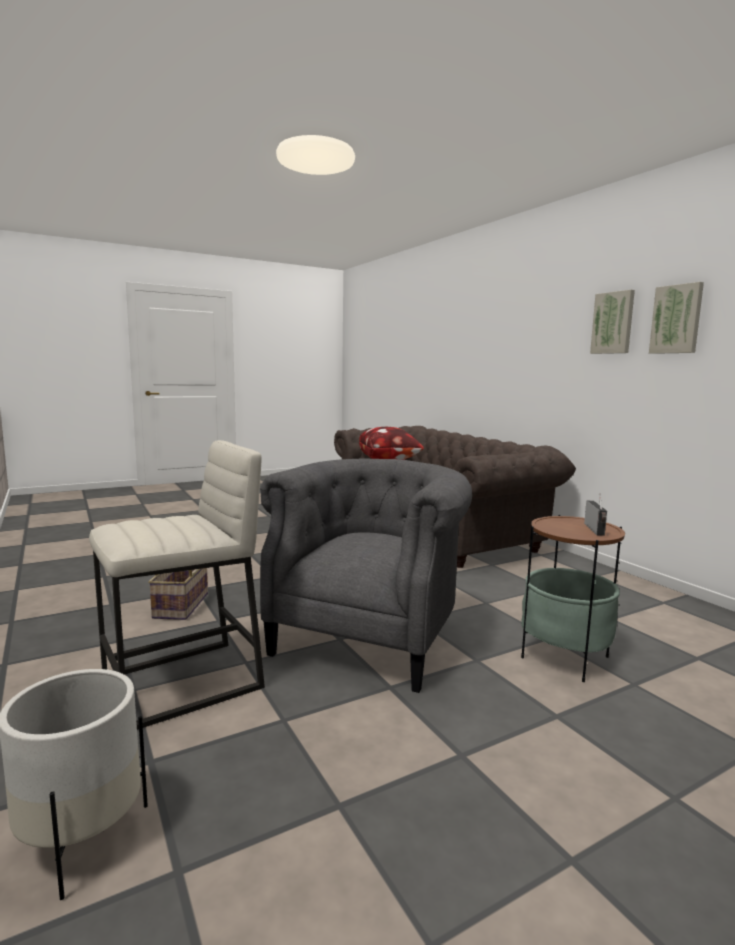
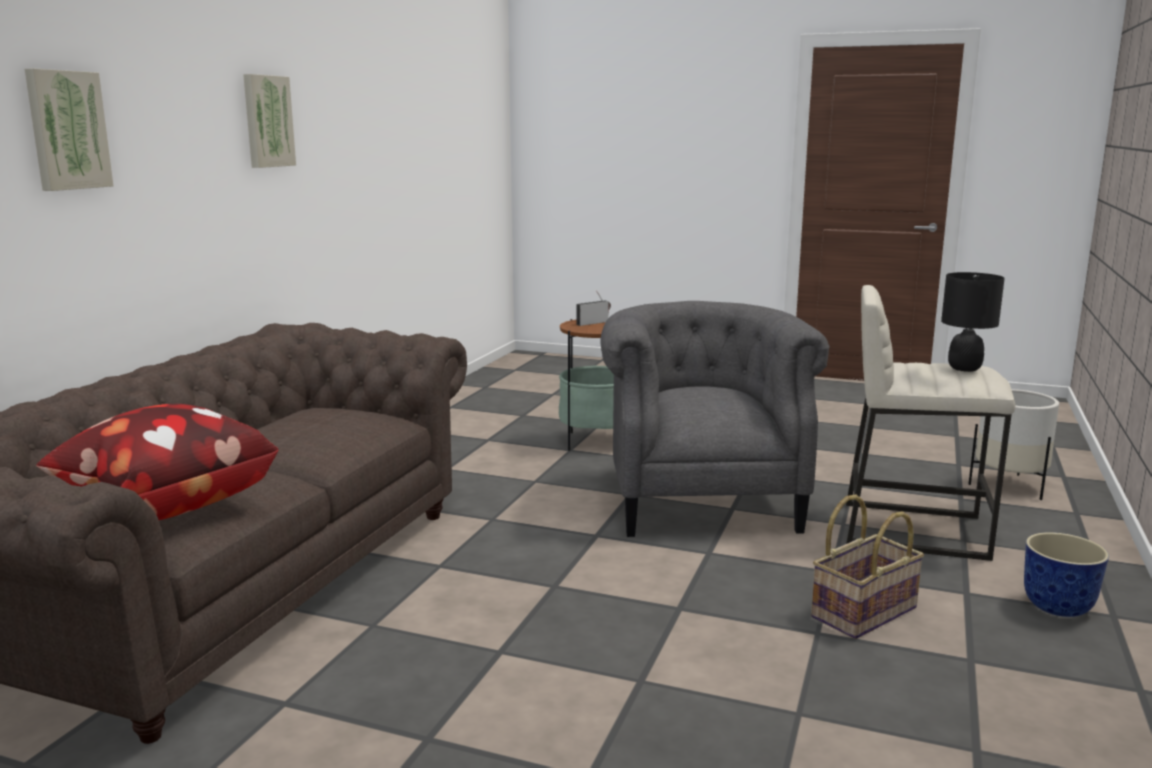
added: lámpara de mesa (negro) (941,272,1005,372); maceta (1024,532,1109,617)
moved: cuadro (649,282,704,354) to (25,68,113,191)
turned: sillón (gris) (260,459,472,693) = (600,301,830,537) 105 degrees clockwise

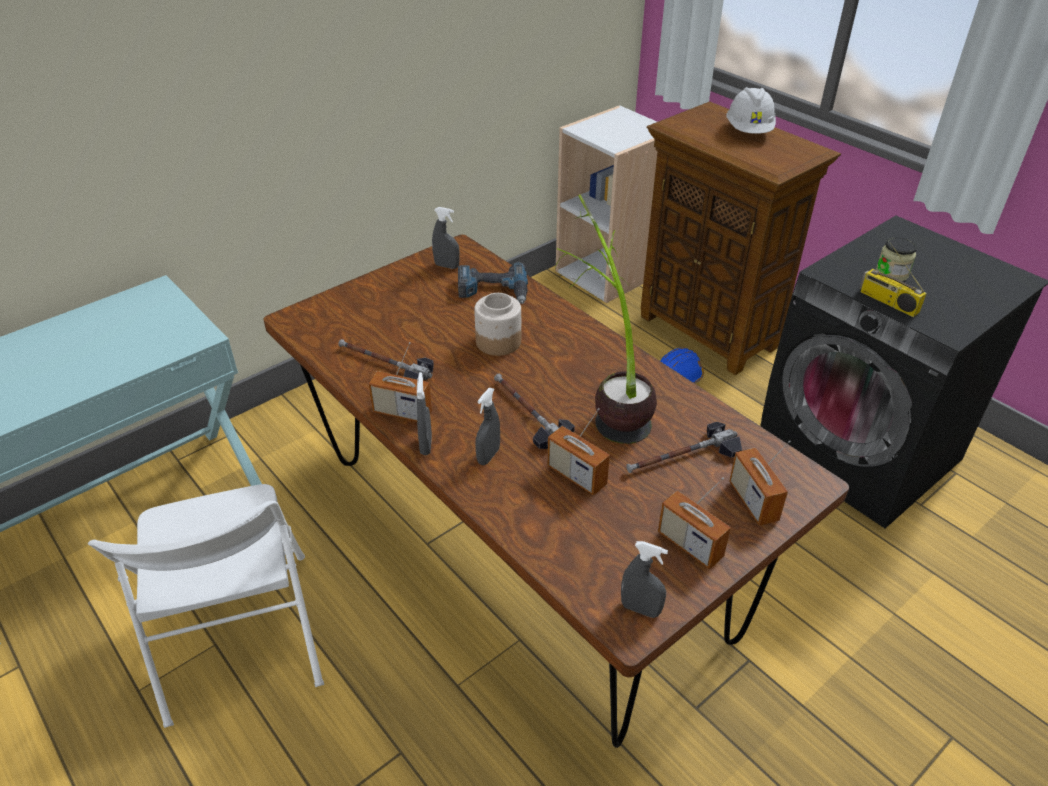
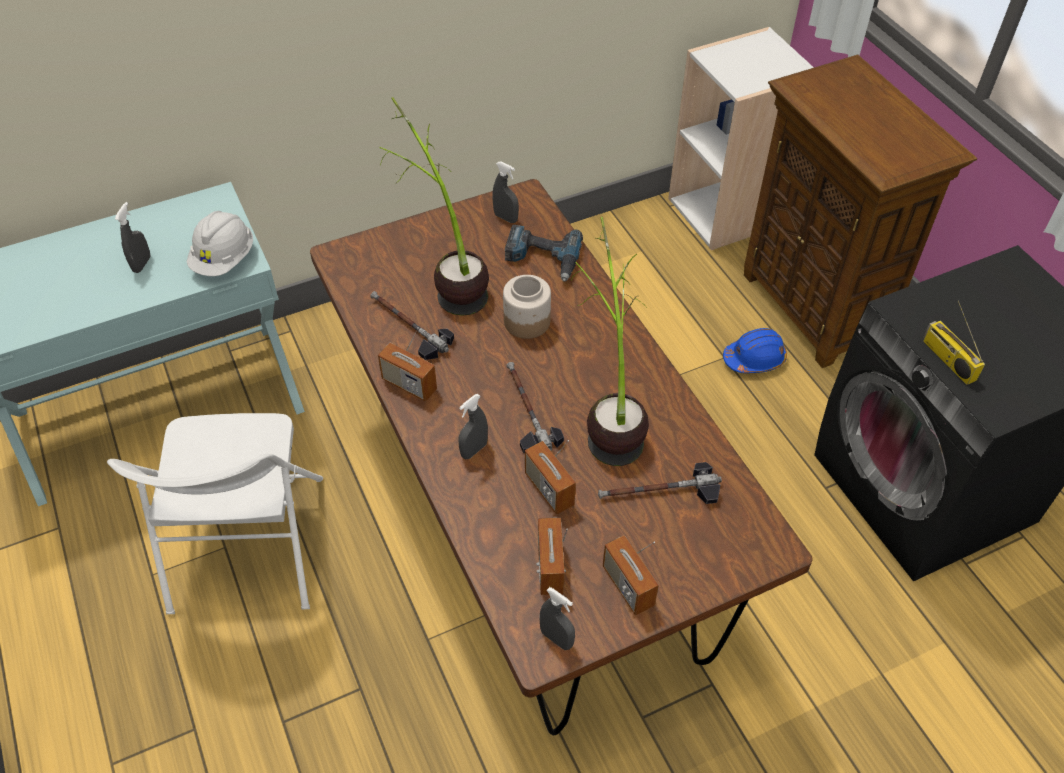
removed: tarro (876,237,917,281)
added: planta en maceta (379,97,489,316)
moved: pulverizador (gris) (417,372,432,455) to (115,202,151,273); casco (blanco) (727,87,776,134) to (187,211,253,276); radio (729,440,790,526) to (536,518,568,595)

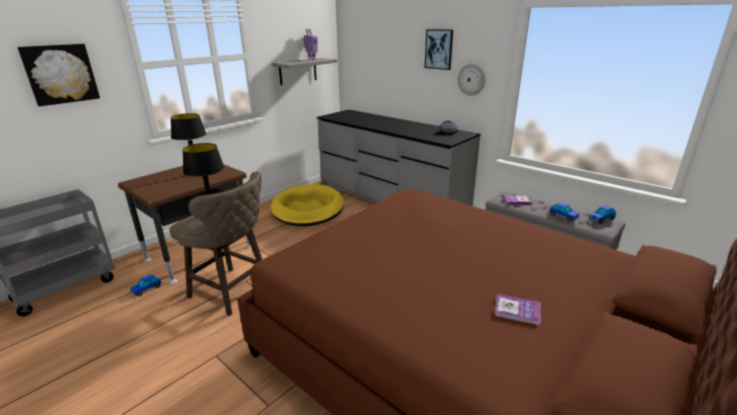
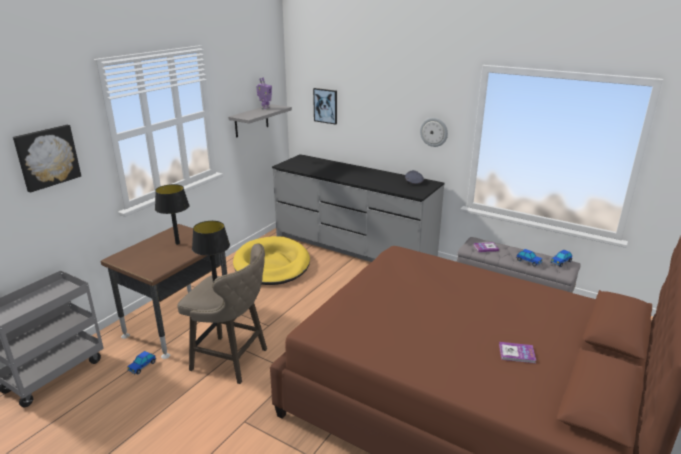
moved: cuadro (425,29,453,70) to (313,88,337,125)

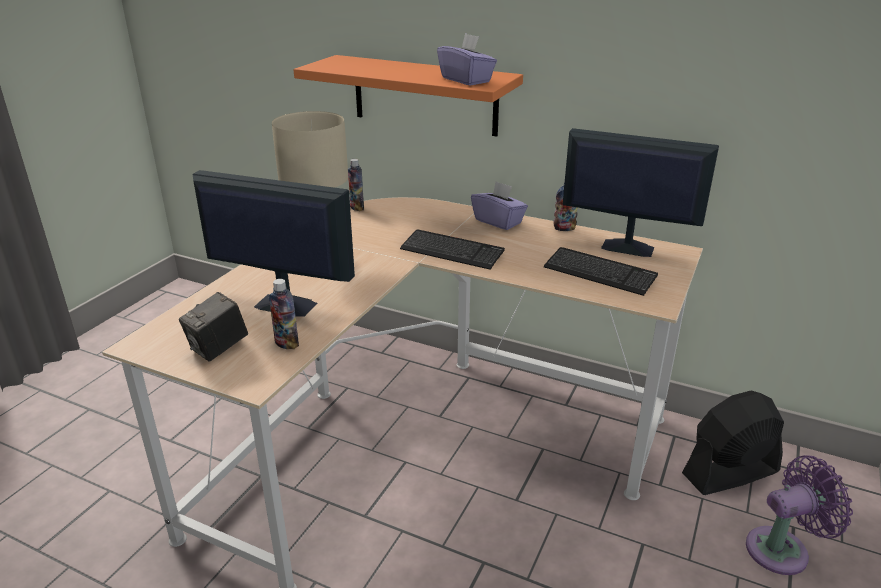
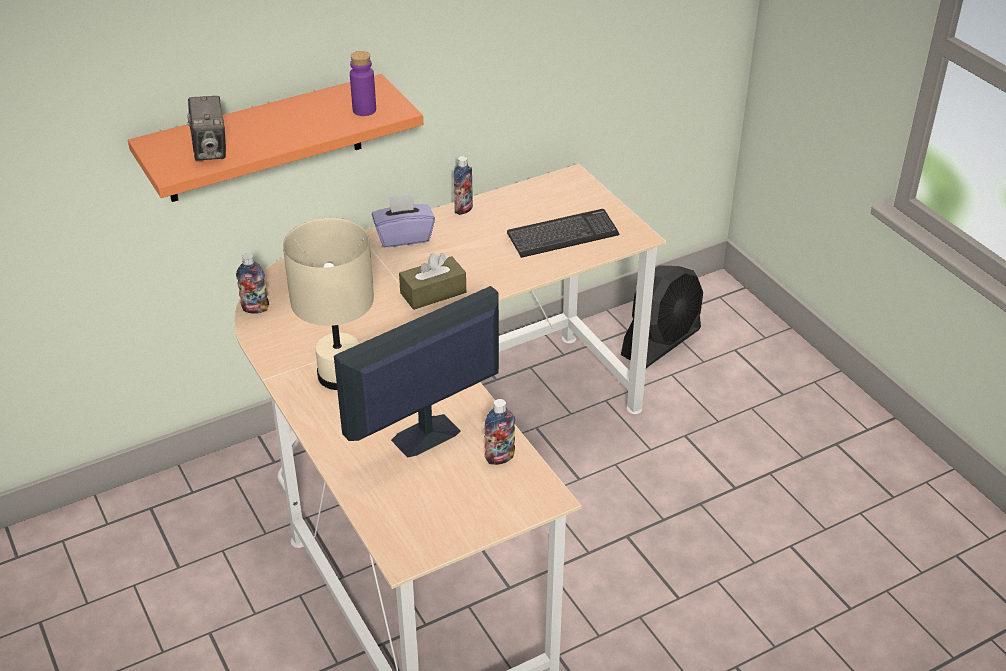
removed: monitor (563,128,719,257); ventilador (morado) (746,455,853,575)
moved: cámara (179,292,248,362) to (187,96,226,161)
replaced: teclado (400,230,505,270) to caja de pañuelos (marrón) (399,253,466,310); caja de pañuelos (morado) (437,33,497,86) to botella (morado) (350,51,376,116)
turned: ventilador (negro) (682,391,784,495) = (621,265,703,368) 150 degrees counterclockwise

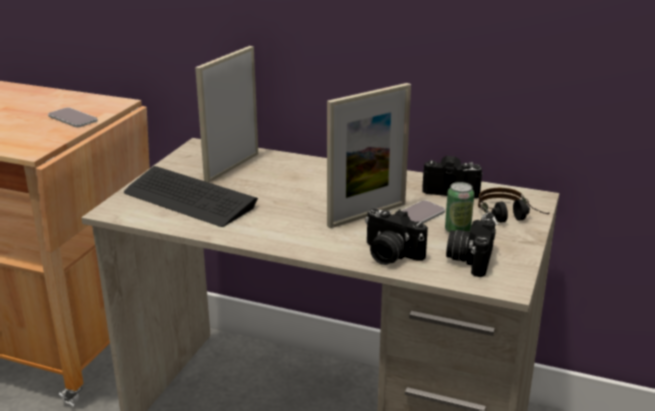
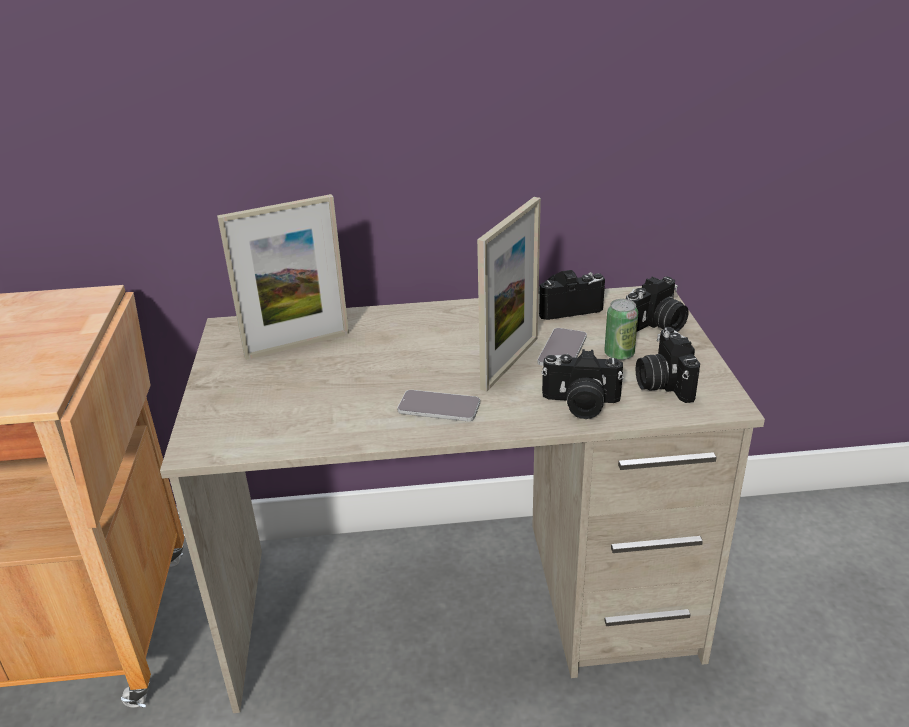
removed: teclado (124,166,258,227)
moved: móvil (48,107,98,127) to (397,390,480,421)
replaced: auriculares (478,188,550,223) to cámara (626,277,689,332)
turned: portarretratos (195,46,258,183) = (217,194,349,360) 120 degrees counterclockwise

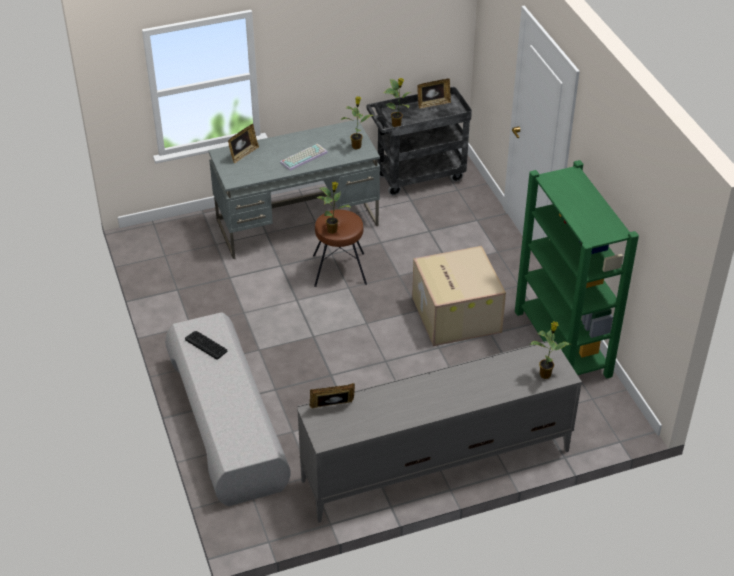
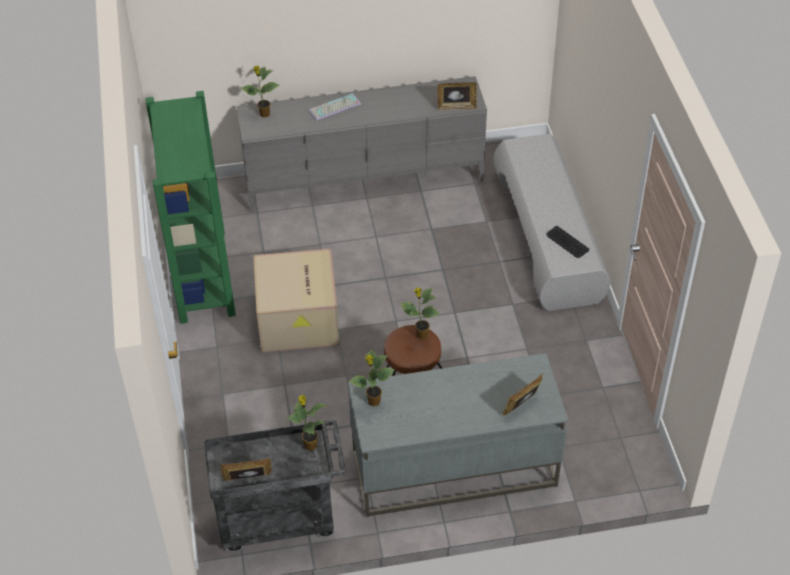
moved: teclado (280,144,328,171) to (309,93,361,121)

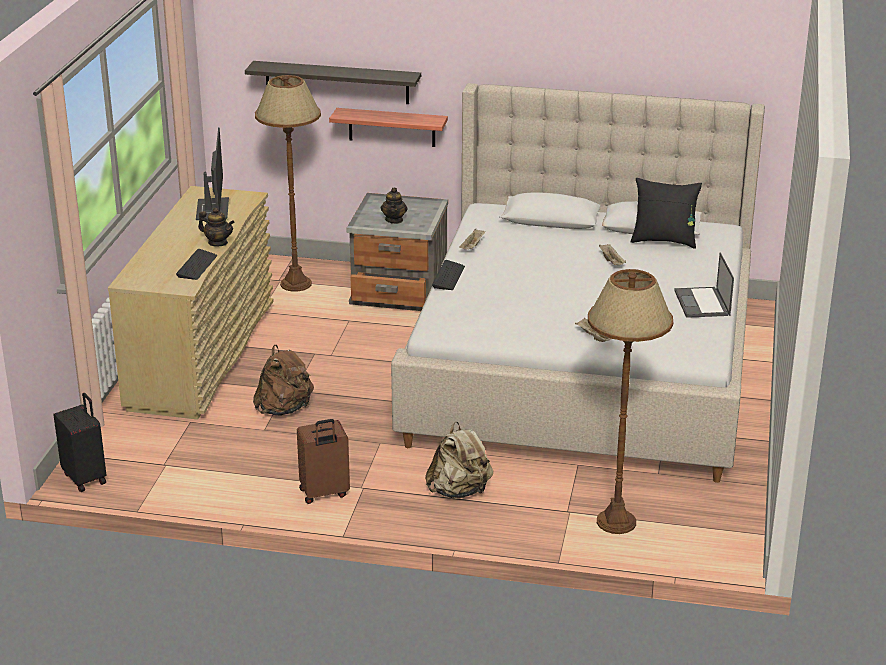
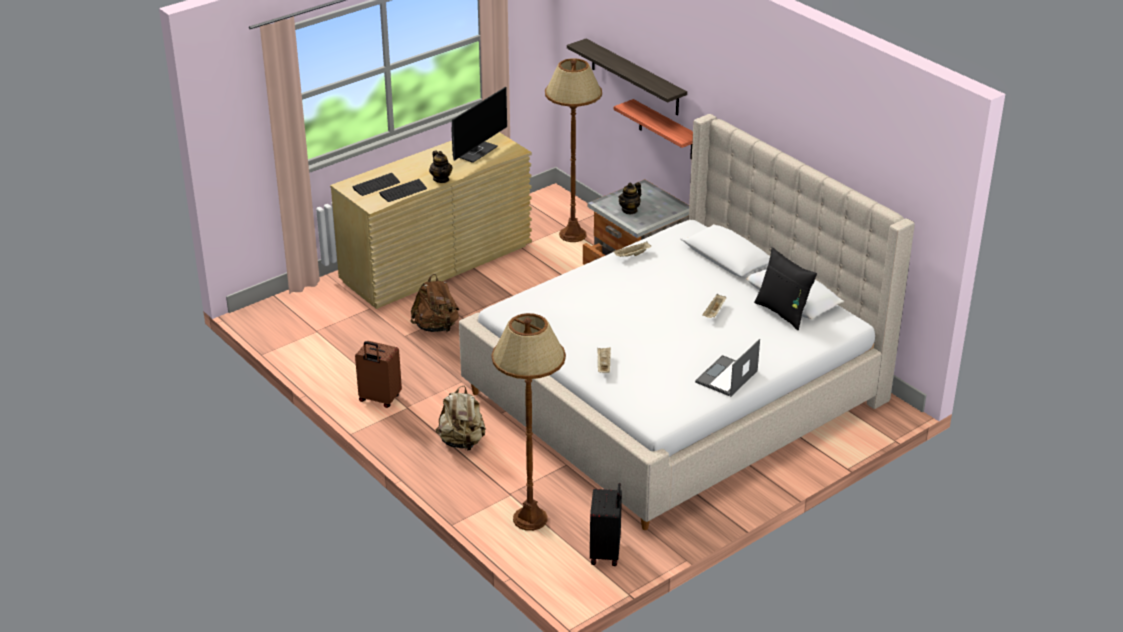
moved: maleta (negro) (53,393,106,492) to (590,483,622,566); teclado (432,260,465,290) to (352,173,400,196)

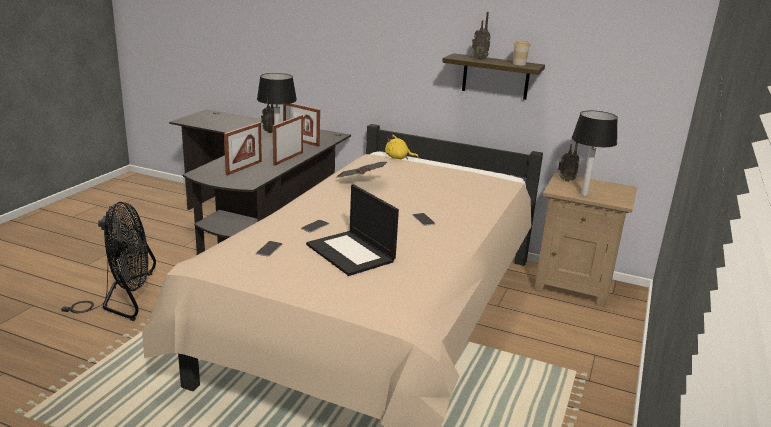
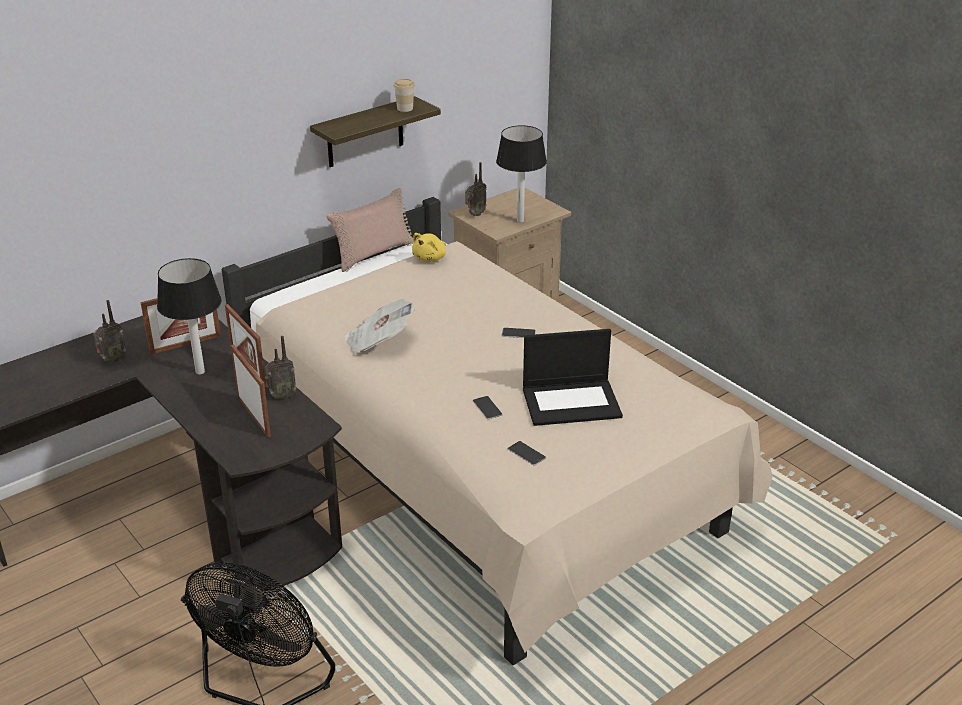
added: cojín (beis) (326,188,414,272)
moved: peluche (amarillo) (385,135,419,159) to (412,233,446,261); radio (472,12,491,60) to (265,336,297,400)

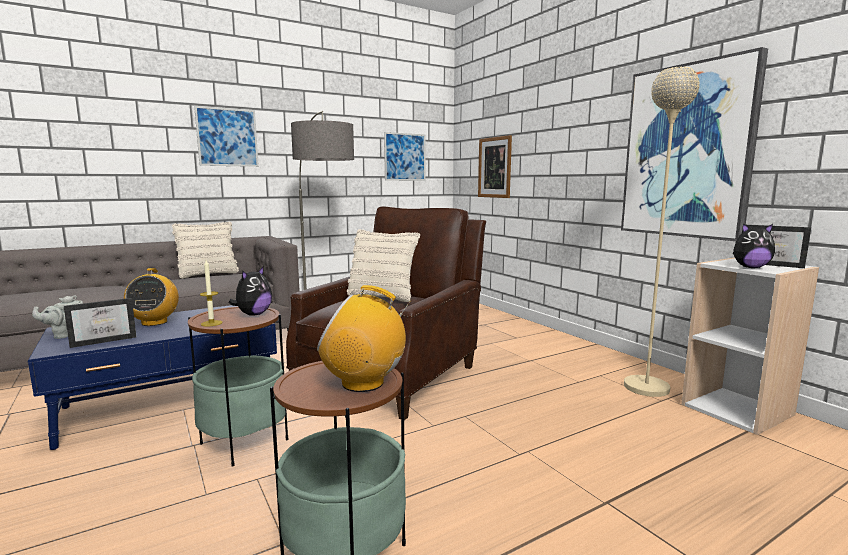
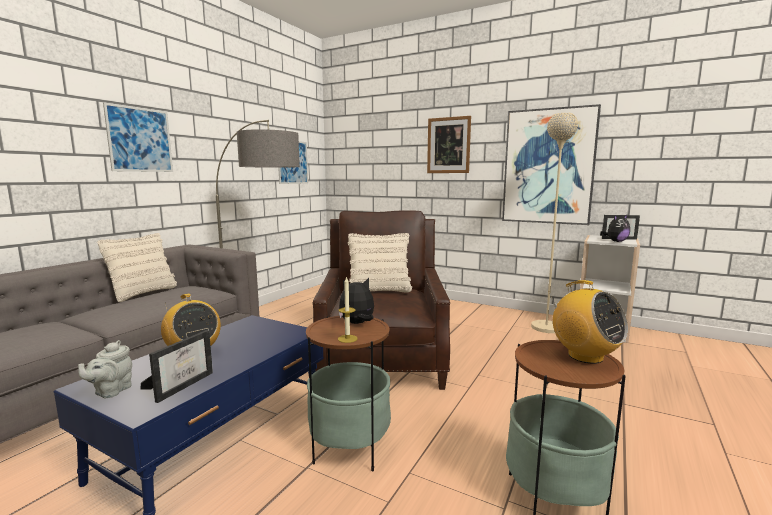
moved: cuadro (478,135,512,198) to (427,116,471,173)
turned: peluche (229,267,272,316) = (339,278,374,324) 105 degrees counterclockwise; radio (317,285,412,392) = (548,280,628,364) 105 degrees counterclockwise

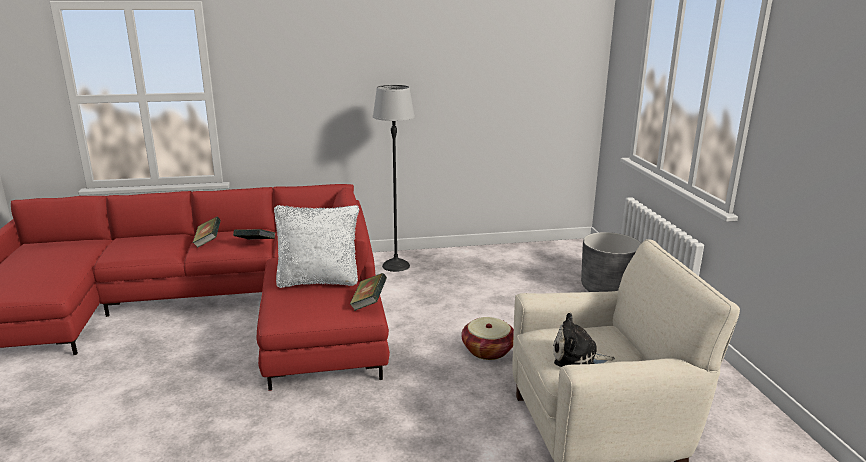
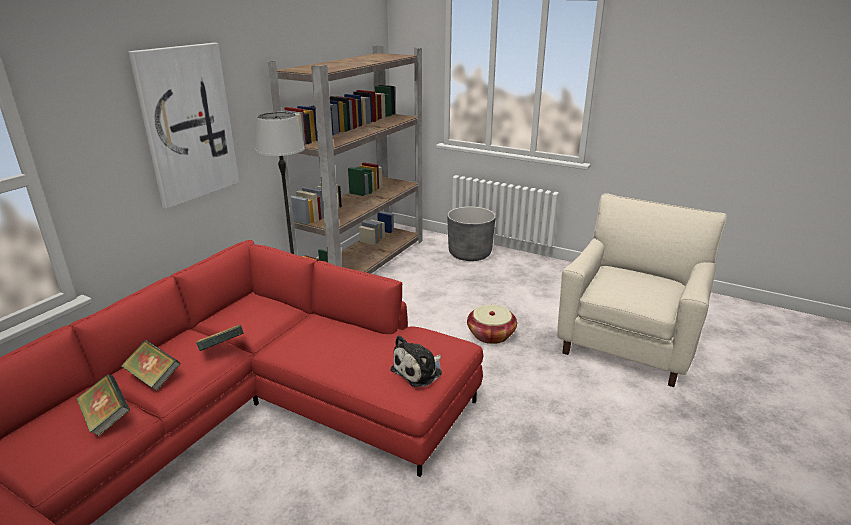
removed: cojín (blanco) (274,205,359,288)
added: cuadro (128,43,239,209); estantería (marrón) (268,46,422,274)
moved: libro (349,273,387,311) to (77,374,130,437); peluche (553,313,615,367) to (390,335,442,387)

